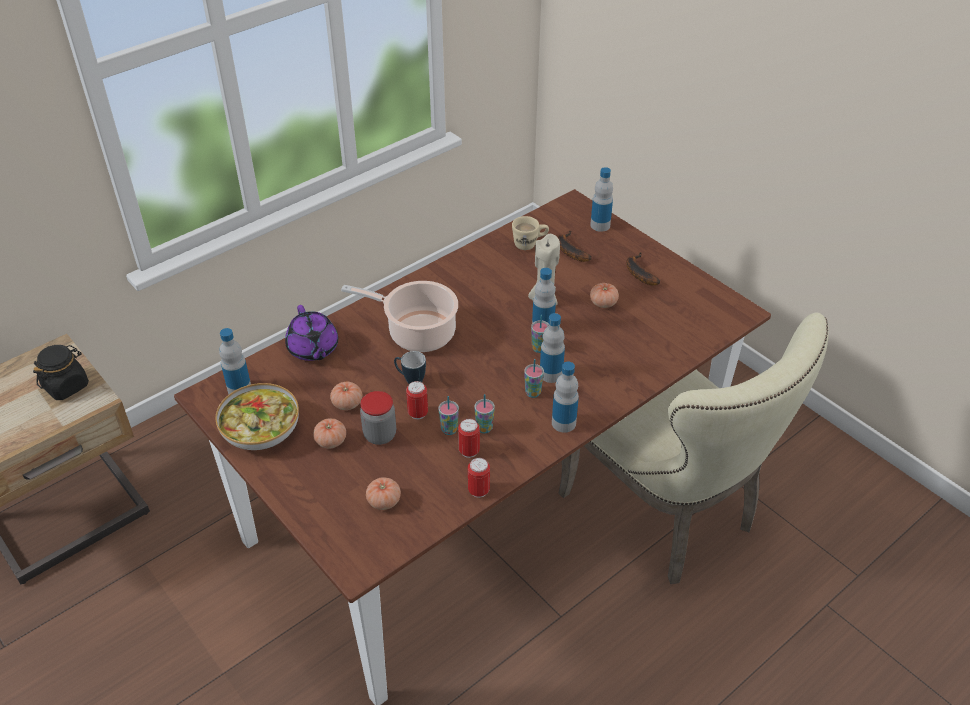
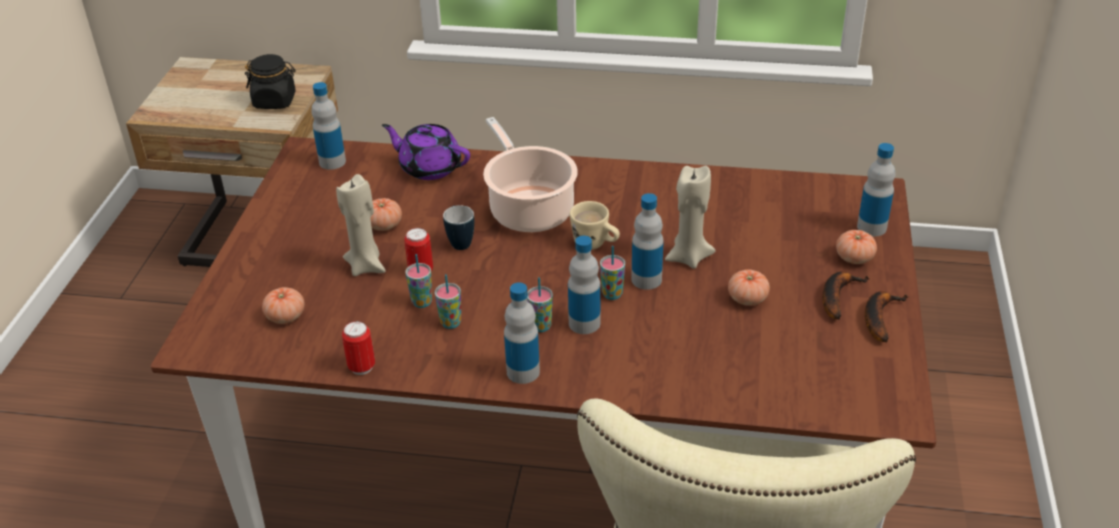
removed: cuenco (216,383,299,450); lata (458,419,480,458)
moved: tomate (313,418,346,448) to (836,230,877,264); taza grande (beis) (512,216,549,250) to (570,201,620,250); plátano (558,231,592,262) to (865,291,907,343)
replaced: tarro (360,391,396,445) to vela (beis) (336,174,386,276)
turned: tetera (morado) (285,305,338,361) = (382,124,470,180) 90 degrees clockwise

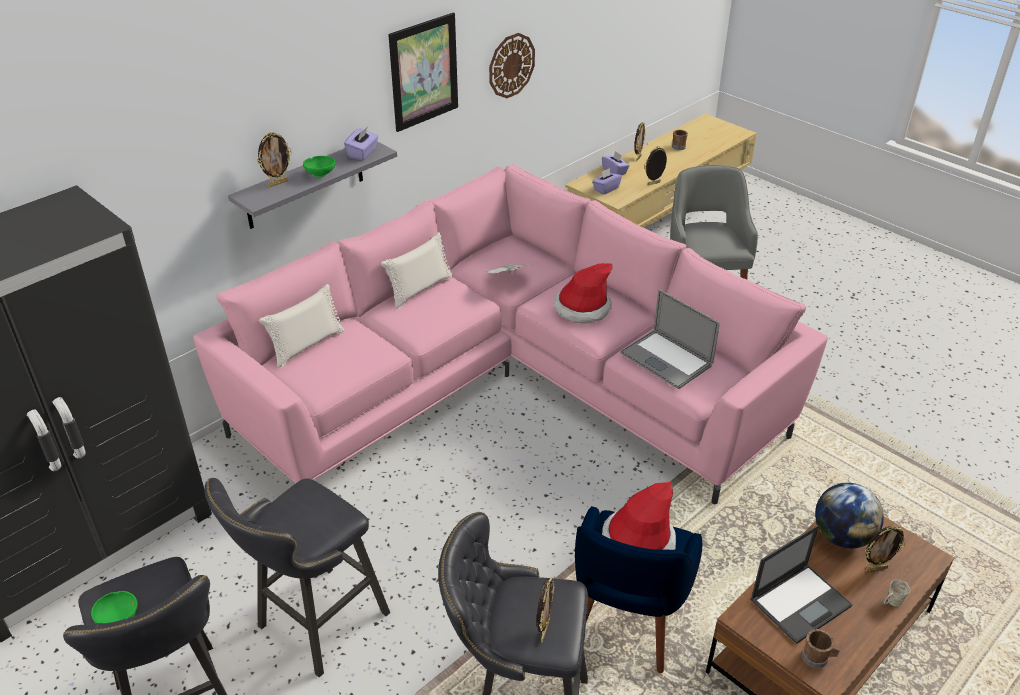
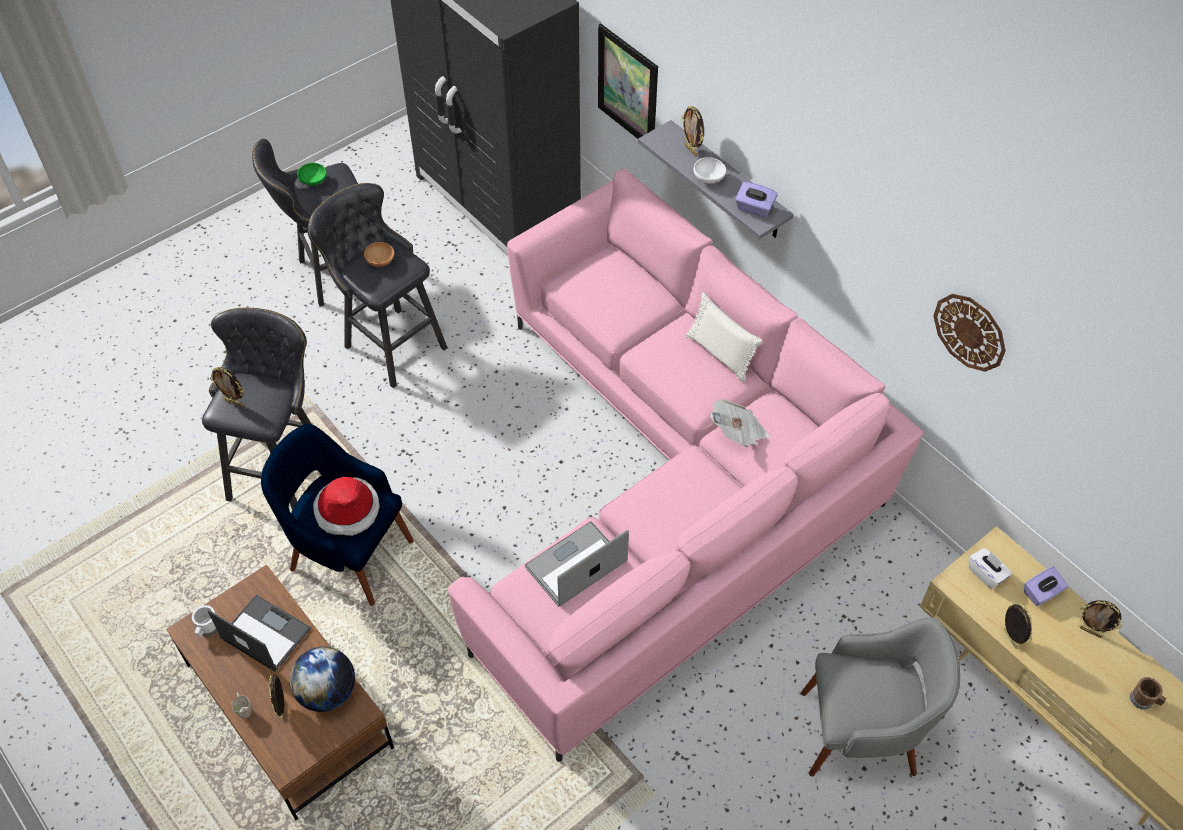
removed: cojín (blanco) (259,284,344,368); sombrero (553,263,612,323)
added: cuenco (marrón) (364,242,394,267)
moved: cuadro (388,13,458,132) to (598,23,658,139)
recoloured: cuenco (verde) (303,156,335,177) to cuenco (blanco) (694,157,726,183); caja de pañuelos (morado) (592,168,622,195) to caja de pañuelos (blanco) (969,548,1012,589); taza grande (marrón) (802,629,840,668) to taza grande (blanco) (192,605,217,637)
turned: portátil (750,525,853,644) = (207,595,311,672) 150 degrees clockwise

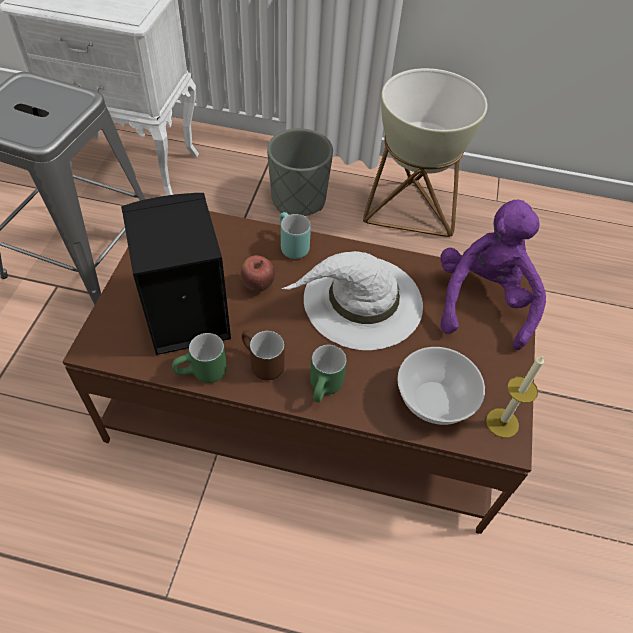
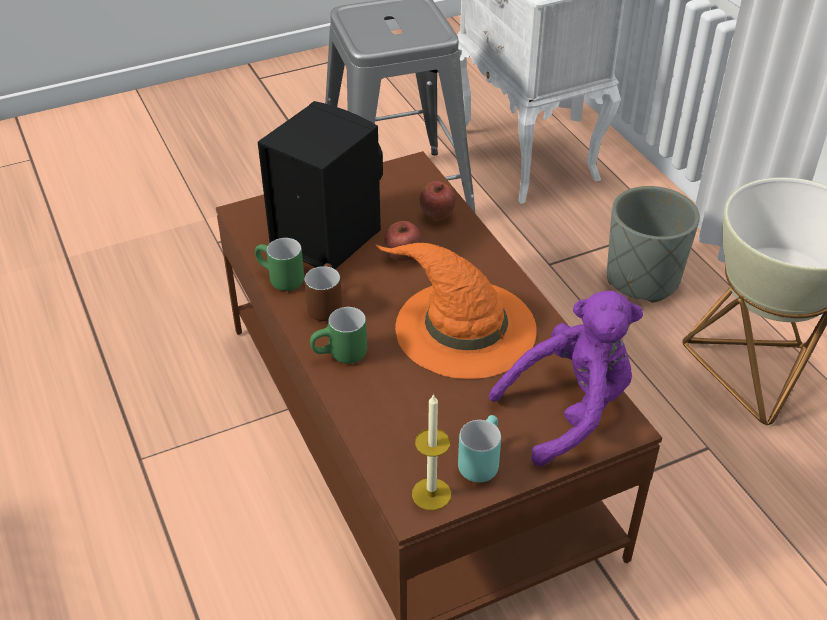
removed: cuenco (397,347,485,425)
added: manzana (420,181,456,221)
moved: taza grande (turquesa) (280,212,311,259) to (458,415,501,483)
recoloured: sombrero (blanco) (281,251,423,350) to sombrero (naranja) (375,243,537,379)

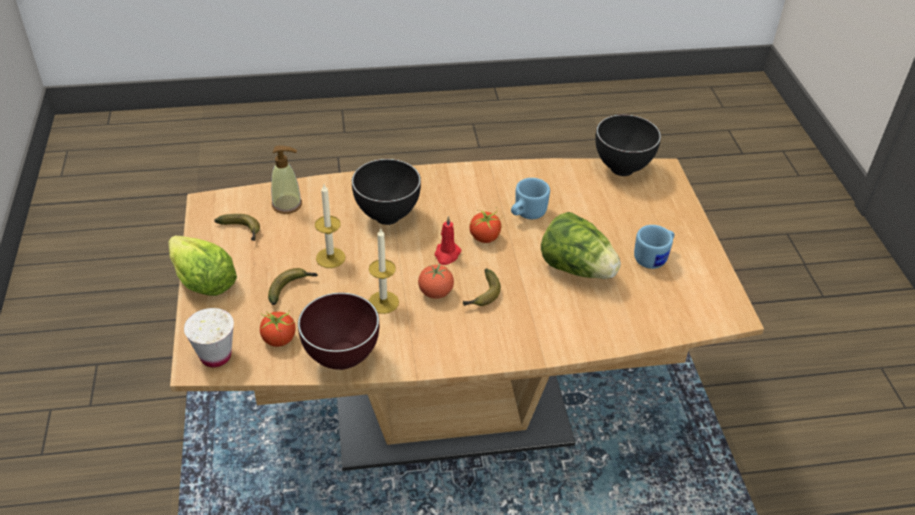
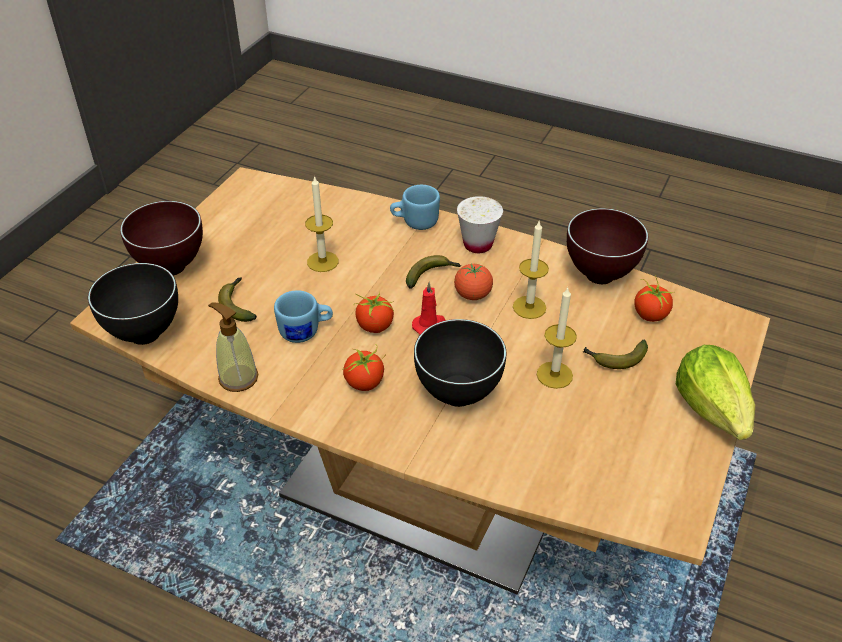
added: cuenco (marrón) (120,201,203,276); tomate (343,344,386,391)
moved: taza (blanco) (184,308,234,367) to (457,196,503,253); plátano (214,214,260,241) to (218,278,257,322); dispensador de jabón (271,146,302,214) to (208,302,259,392); taza grande (azul) (634,225,675,269) to (390,185,440,230)
replaced: lechuga (541,212,621,279) to vela (305,176,339,272)

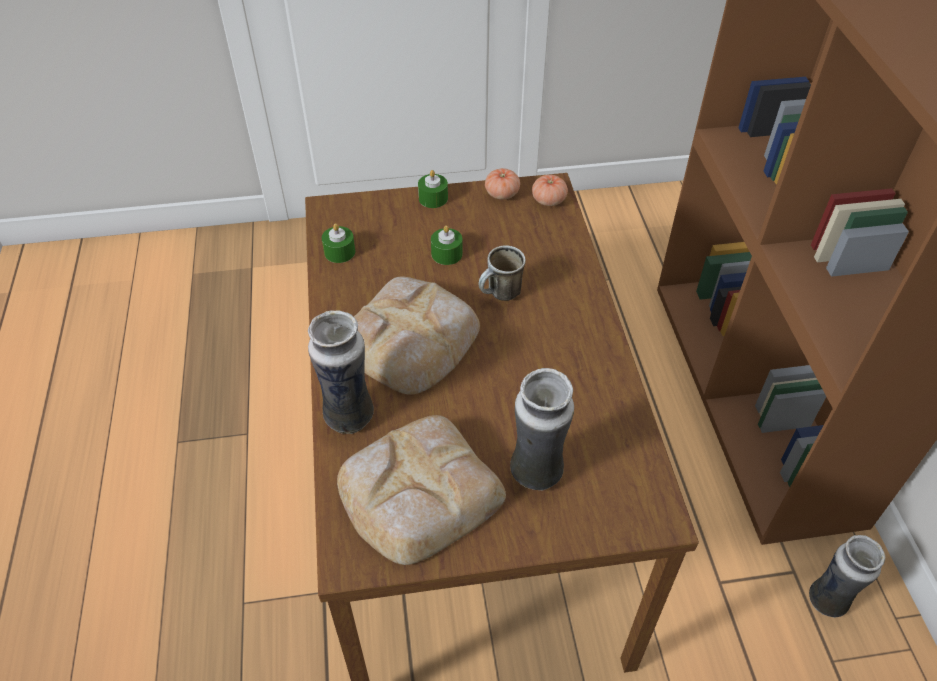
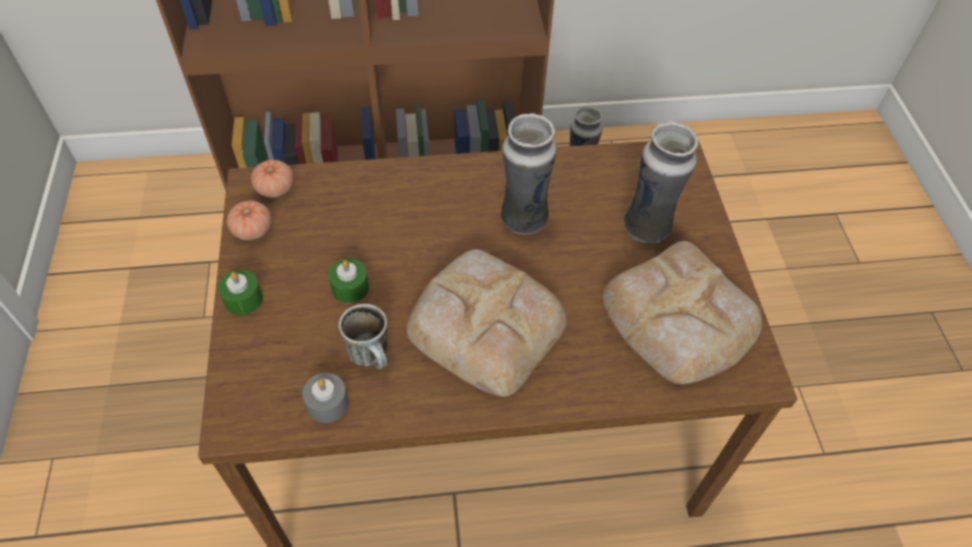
moved: florero (308,310,374,434) to (501,113,557,235); taza grande (478,245,526,301) to (339,304,387,370)
recoloured: vela (verde) (322,223,355,263) to vela (gris) (303,373,349,423)

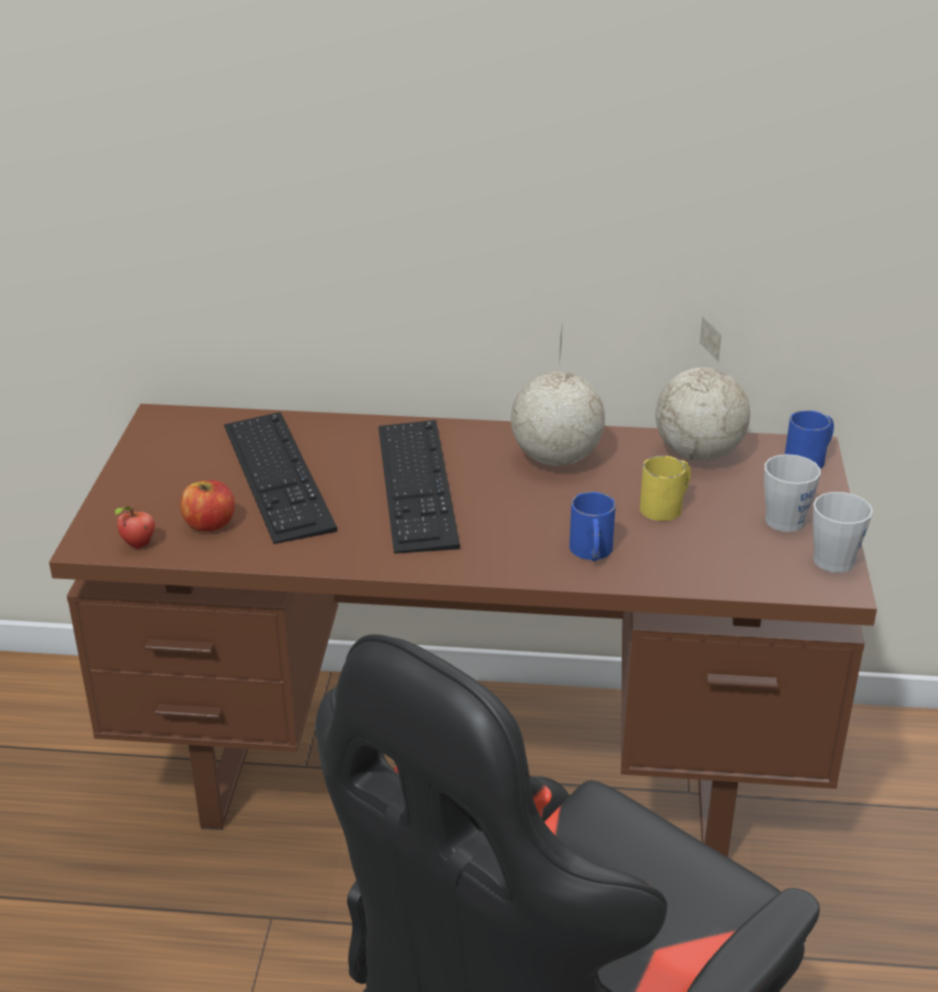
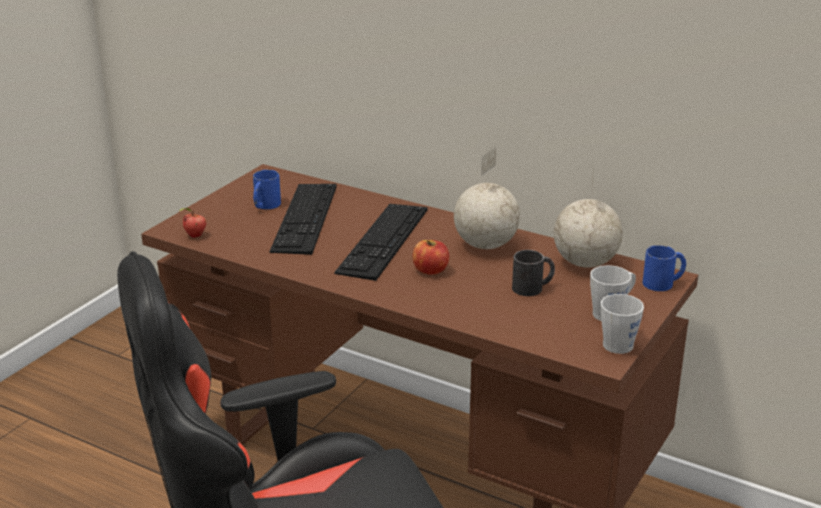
moved: manzana (180,480,235,531) to (413,240,449,275); taza grande (azul) (569,492,616,561) to (253,170,281,209)
recoloured: taza grande (amarillo) (640,456,691,521) to taza grande (negro) (512,250,555,296)

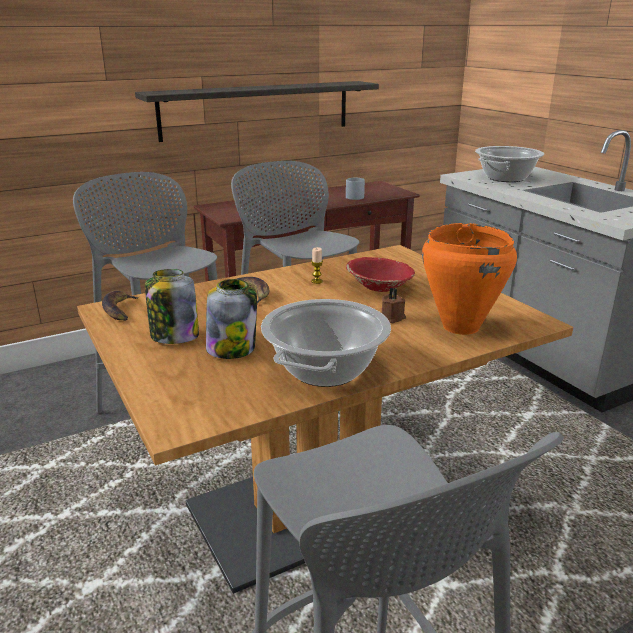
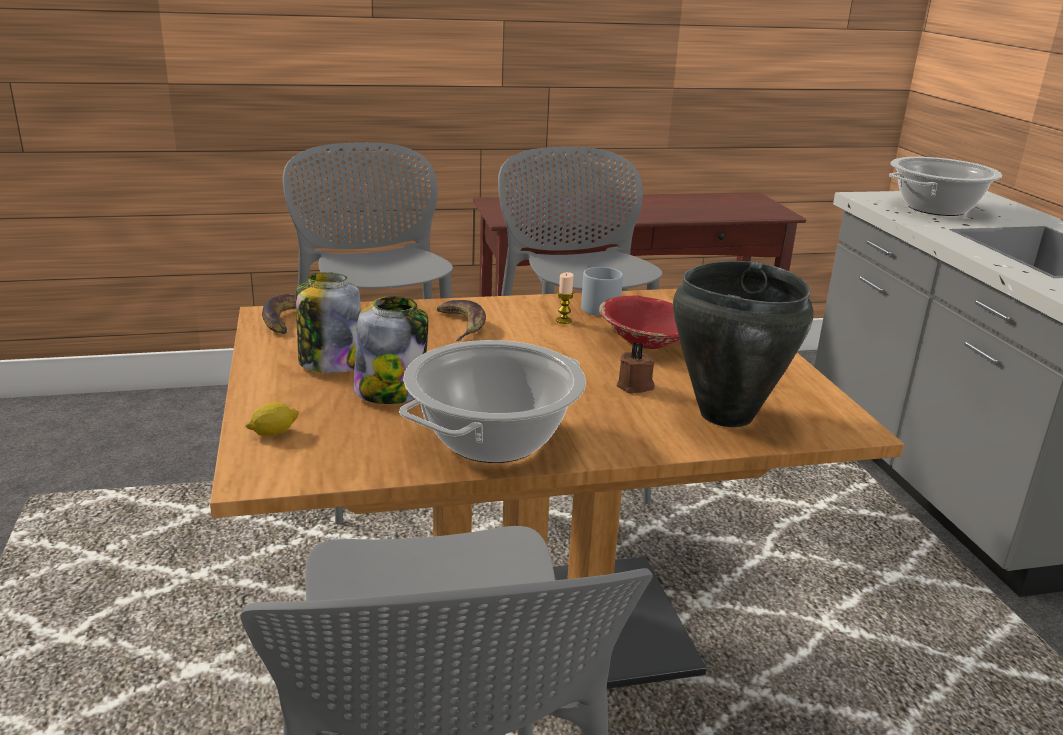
removed: estante (135,81,379,142)
added: limón (246,402,299,436)
moved: taza grande (gris) (346,178,365,200) to (581,267,623,316)
recoloured: olla (naranja) (422,223,517,335) to olla (negro) (673,261,814,427)

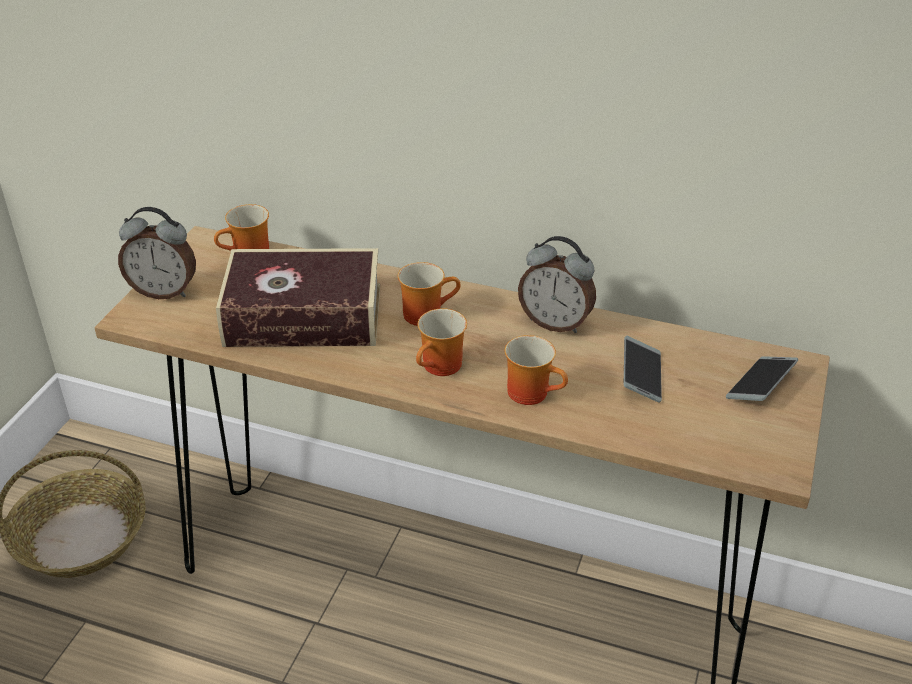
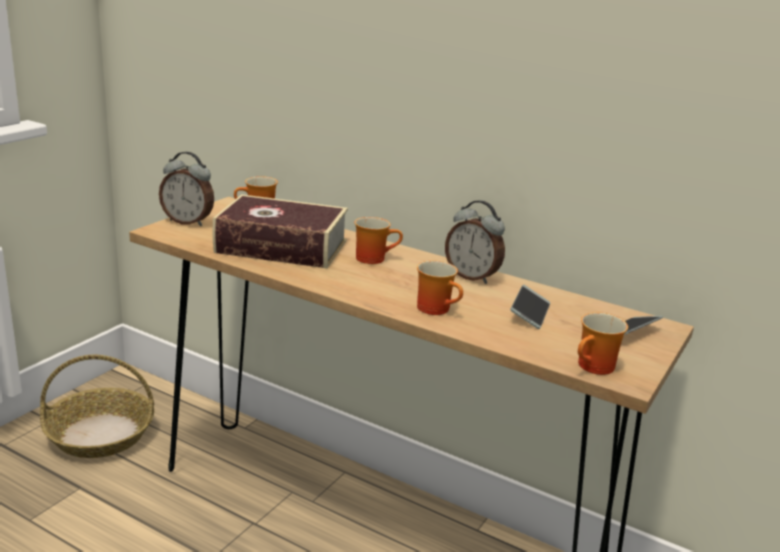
moved: taza grande (416,308,467,376) to (578,312,628,375)

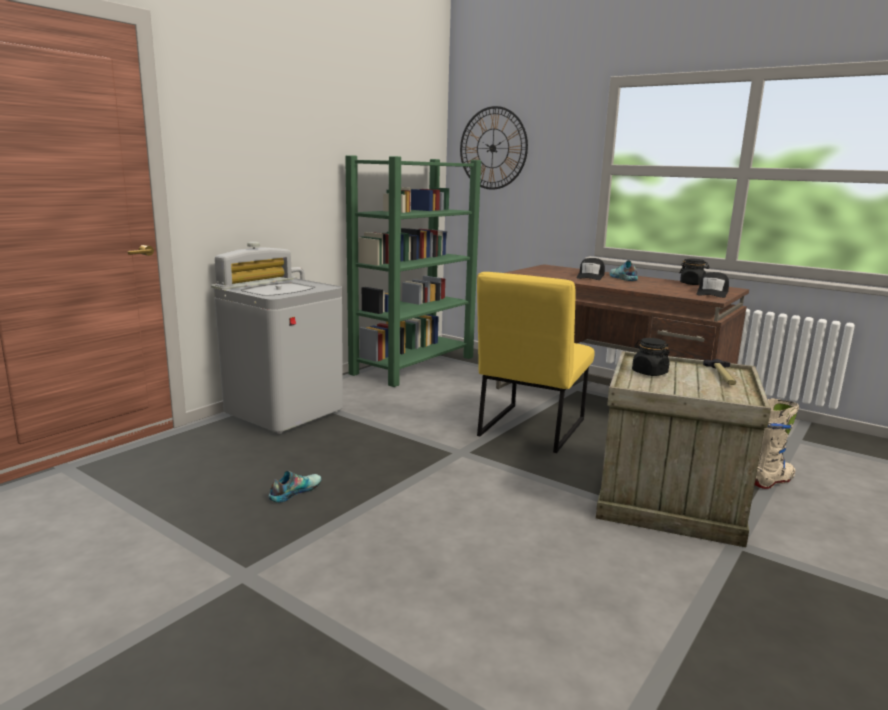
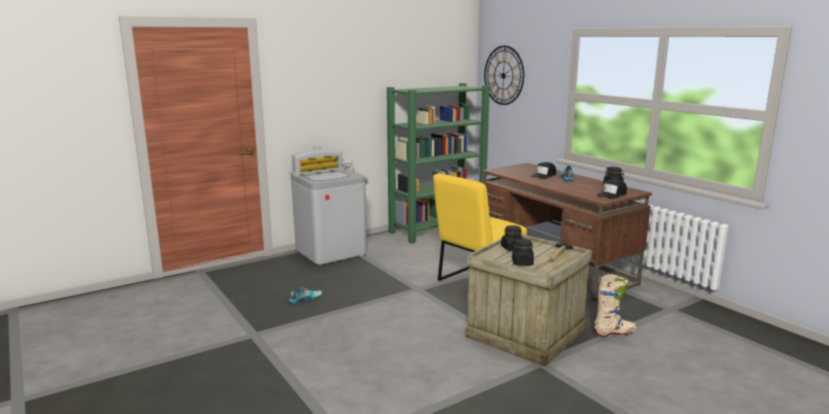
added: tarro (negro) (512,239,534,266)

